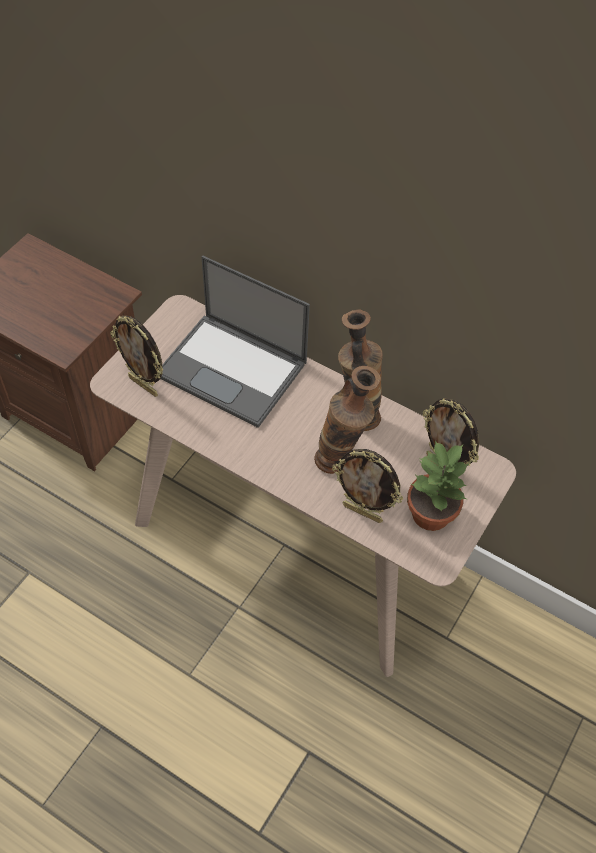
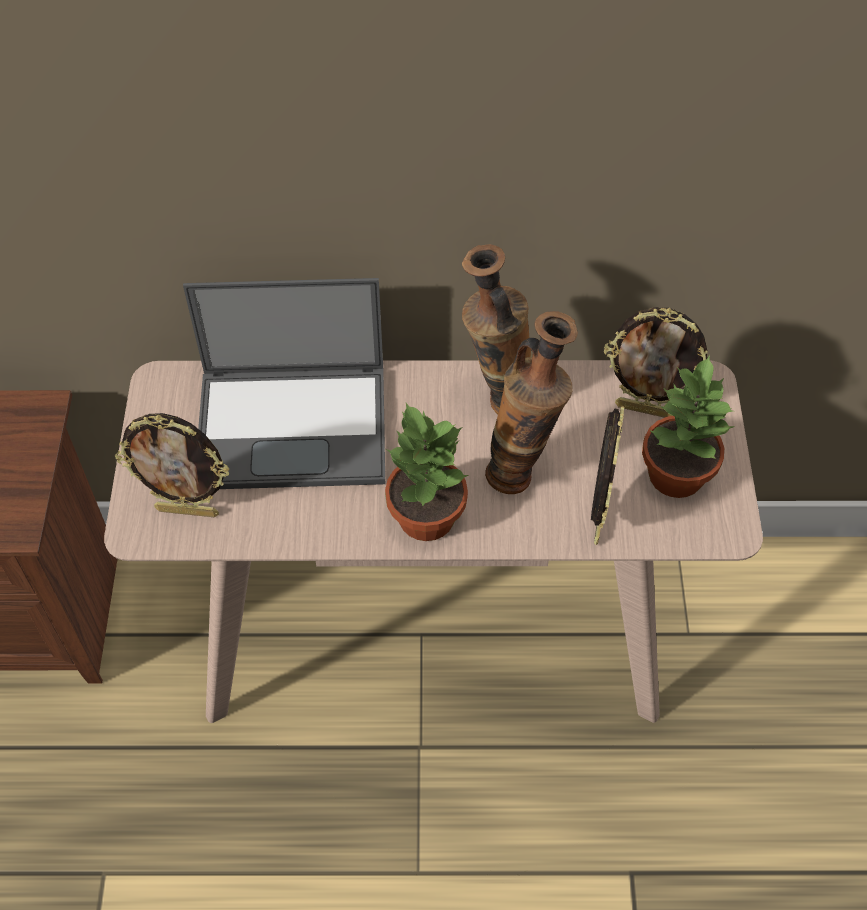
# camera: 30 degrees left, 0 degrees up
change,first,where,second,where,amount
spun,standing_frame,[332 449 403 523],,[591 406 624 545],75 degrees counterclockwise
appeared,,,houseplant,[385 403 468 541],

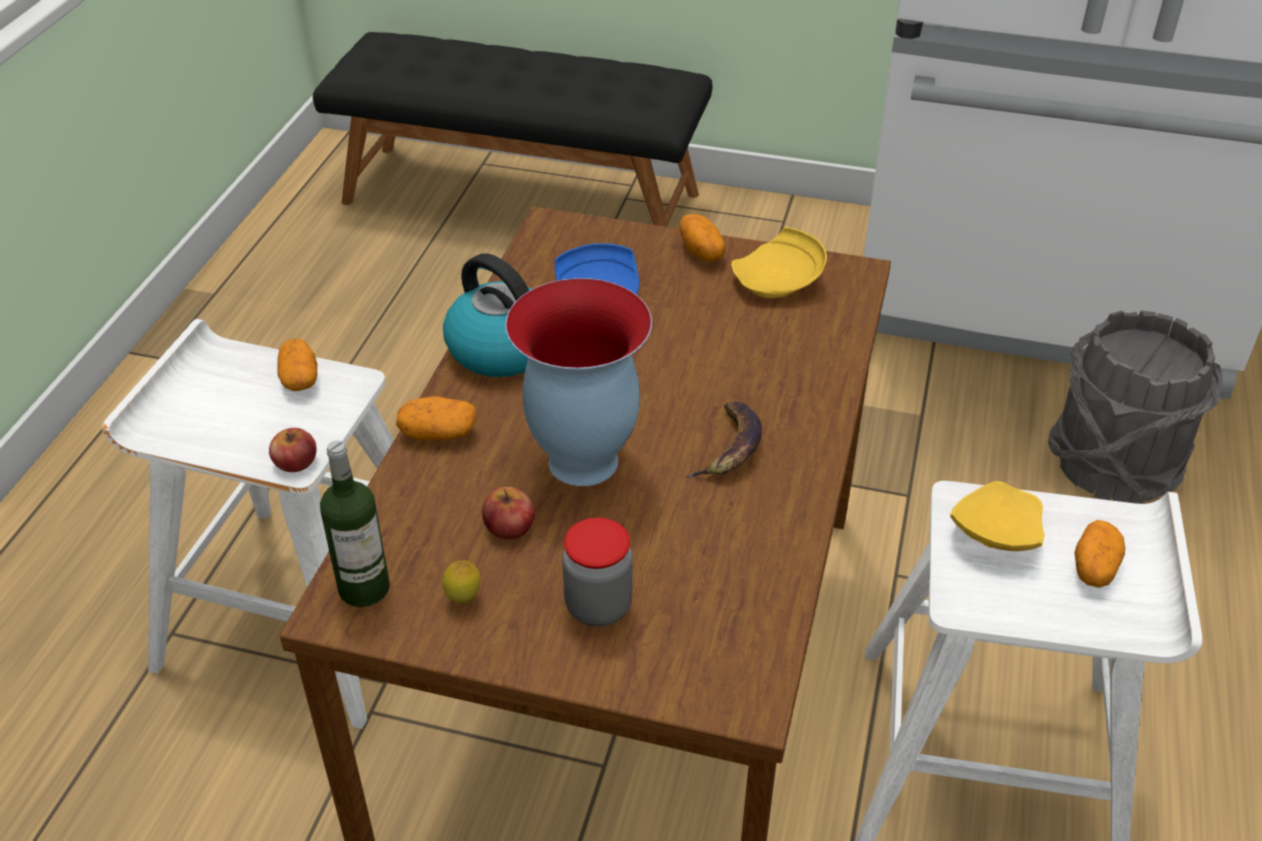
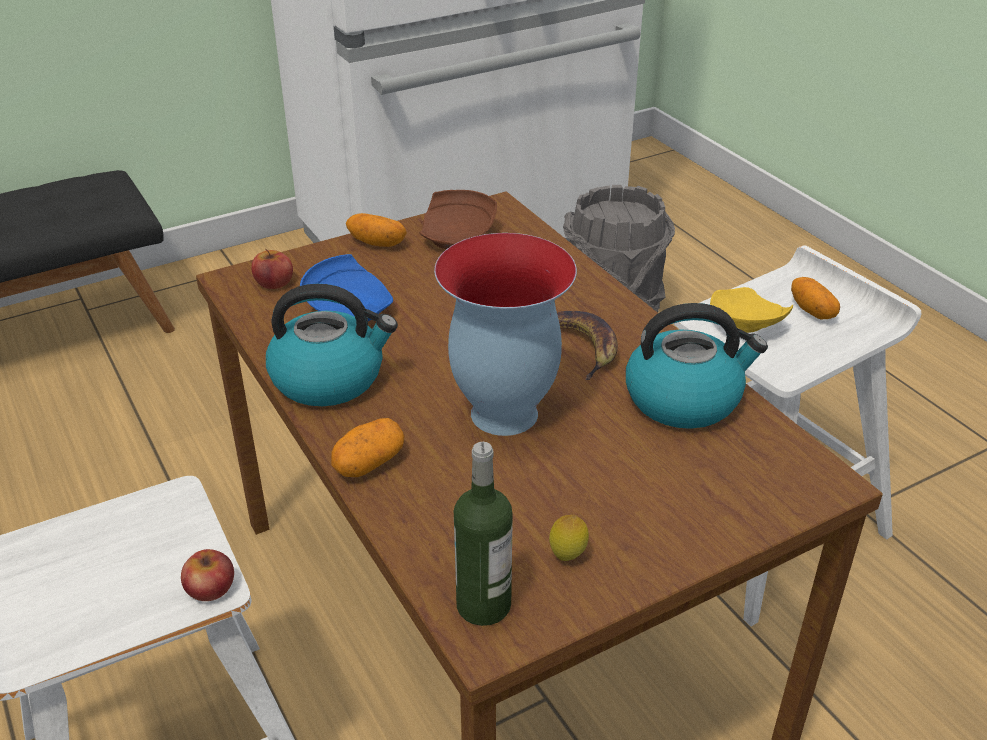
# camera: 45 degrees left, 5 degrees down
change,first,where,second,where,amount
colour,yellow-coloured_flat_dish,[731 227 827 298],brownish_flat_dish,[419 190 497 249],
missing,spud,[277 338 317 391],,,
relocated,apple,[482 487 535 539],,[251 249 293 289],
missing,jar,[562 518 633 627],,,
appeared,,,kettle,[626 303 768 429],

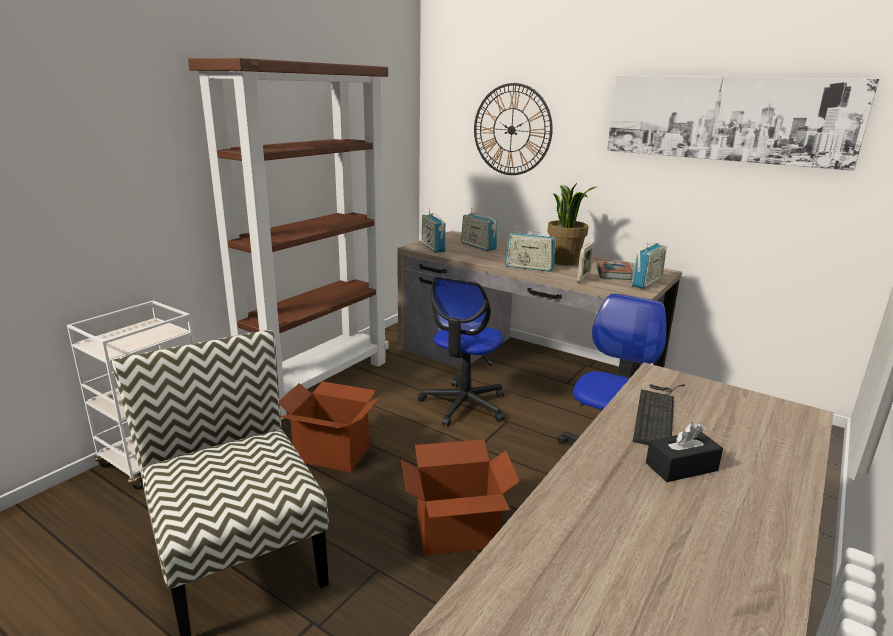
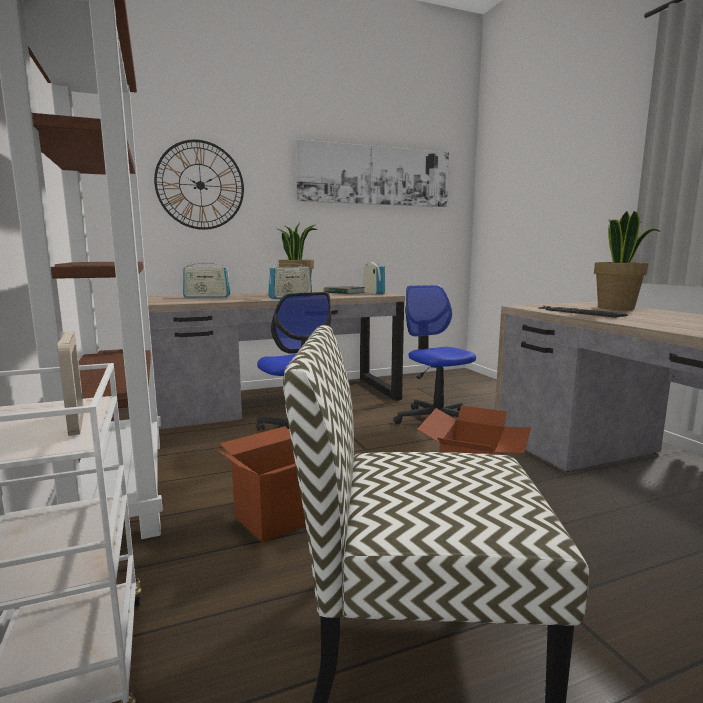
# camera: 55 degrees left, 10 degrees down
change,first,where,second,where,amount
missing,radio,[421 209 446 253],,,
relocated,standing_frame,[577 242 594 283],,[57 331 84 436],
missing,black-coloured_tissue_holder,[646 422 723 482],,,
appeared,,,houseplant,[594 211 661 310],

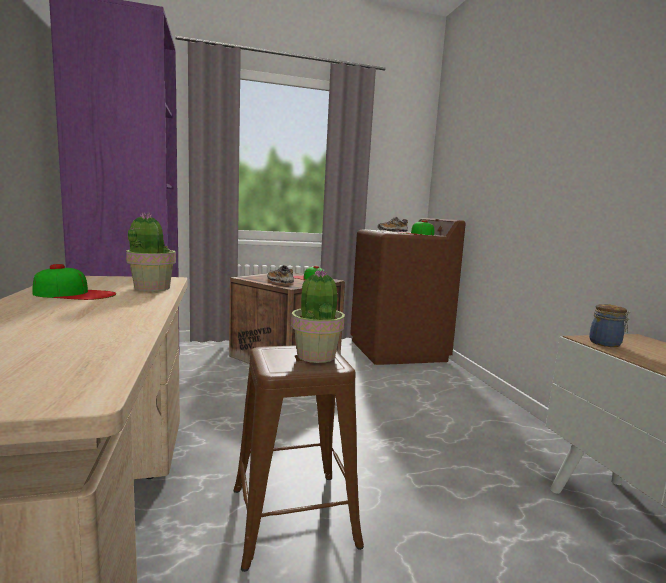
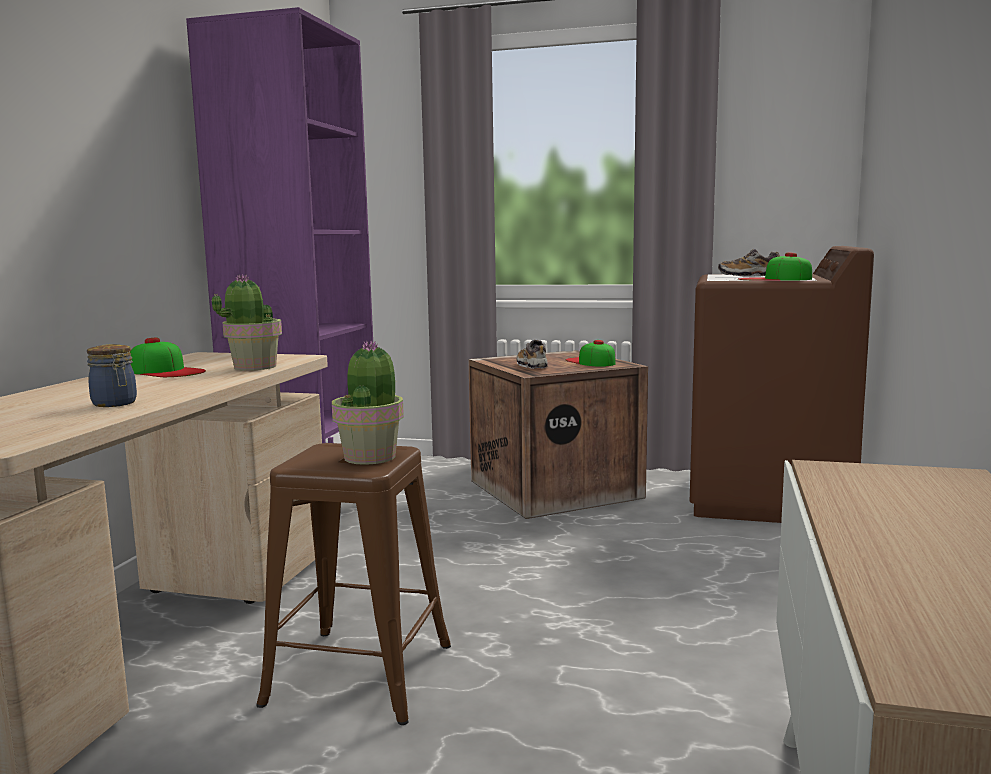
# camera: 30 degrees right, 0 degrees up
change,first,where,second,where,amount
relocated,jar,[589 304 631 347],,[87 344 137 407],

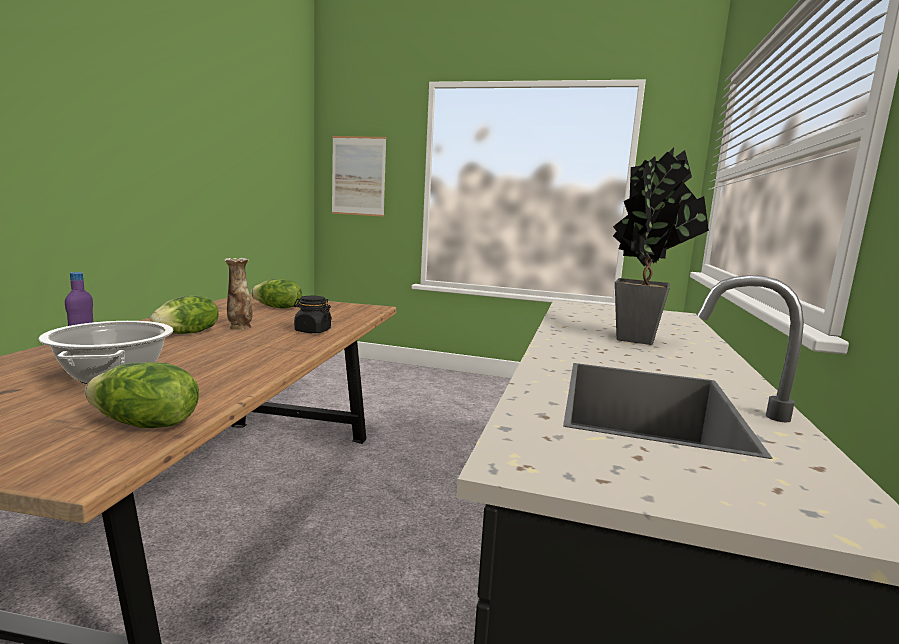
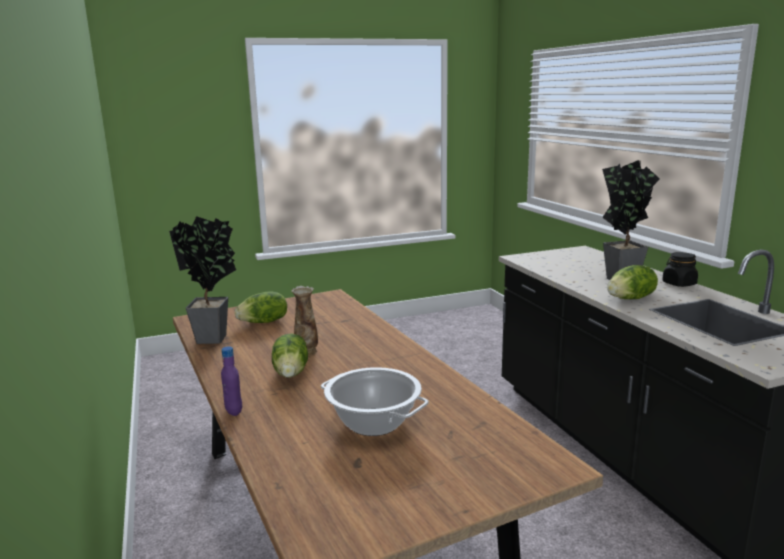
# camera: 35 degrees left, 5 degrees up
change,first,where,second,where,amount
missing,wall_picture,[332 136 386 217],,,
relocated,black-coloured_jar,[294 296 332 333],,[662 252 698 287],
relocated,head_of_lettuce,[85 362 199 428],,[607 265 658 299],
appeared,,,houseplant,[169 216 236 344],

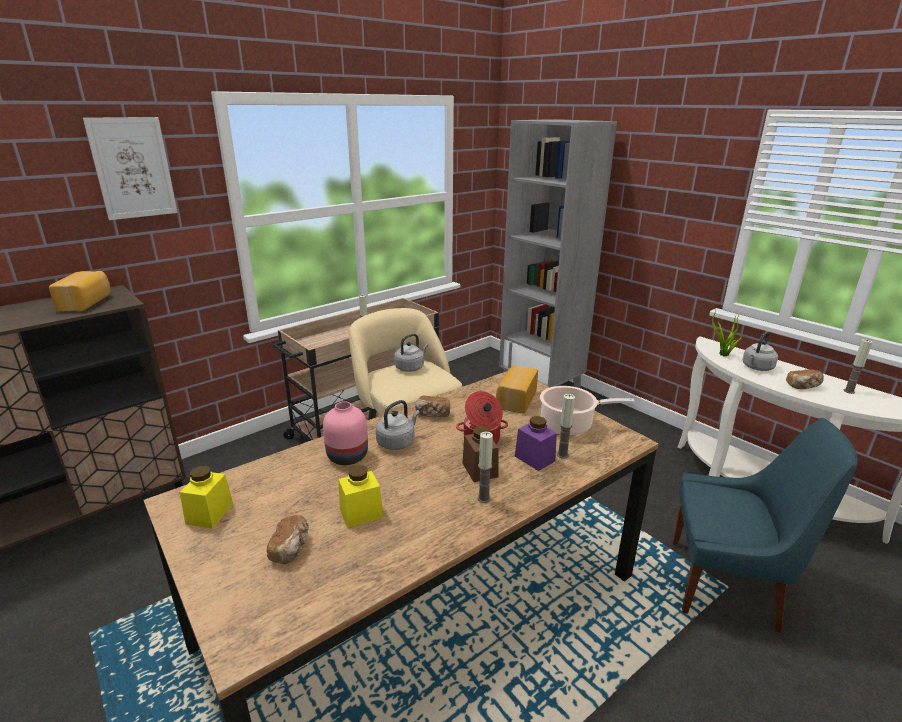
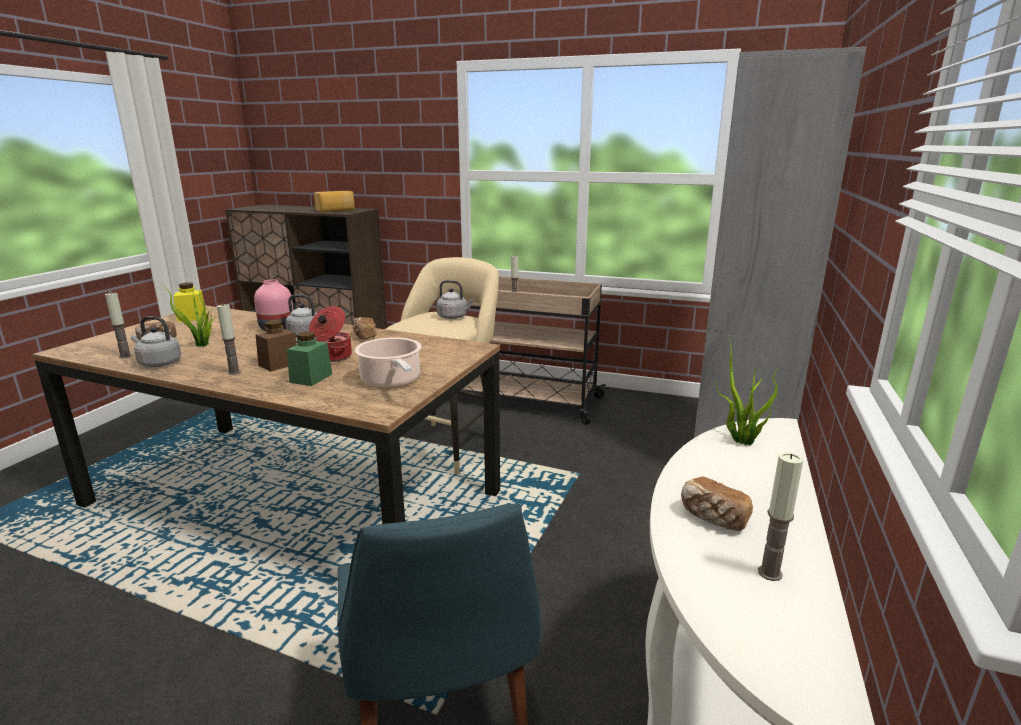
# camera: 60 degrees right, 5 degrees down
change,first,where,second,where,amount
missing,wall_picture,[83 117 178 220],,,
relocated,gray_kettle,[742 331 778 371],,[131 316 181 367],
missing,bread,[496 365 538 413],,,
relocated,wax_candle,[557 394 575 459],,[105 292 132 358],
colour,purple_jar,[515 416 557 471],green_jar,[287 331 332 386],
exchanged,yellow-coloured_jar,[339 465 384 528],houseplant,[163 286 216 347],

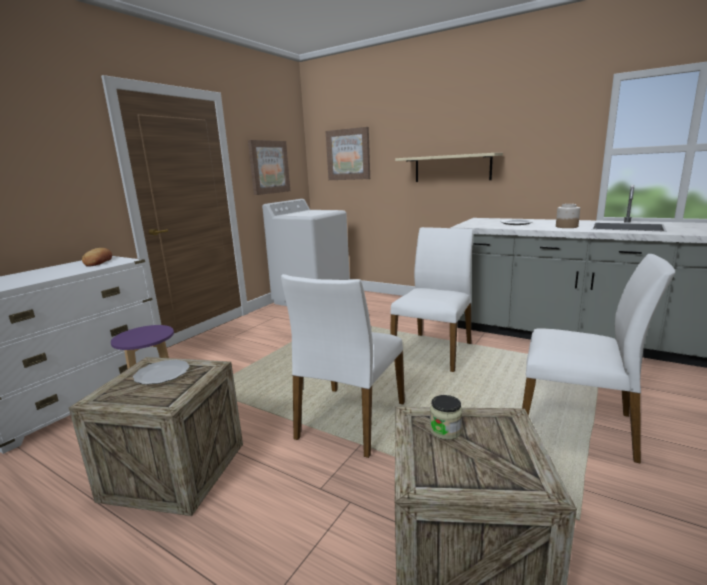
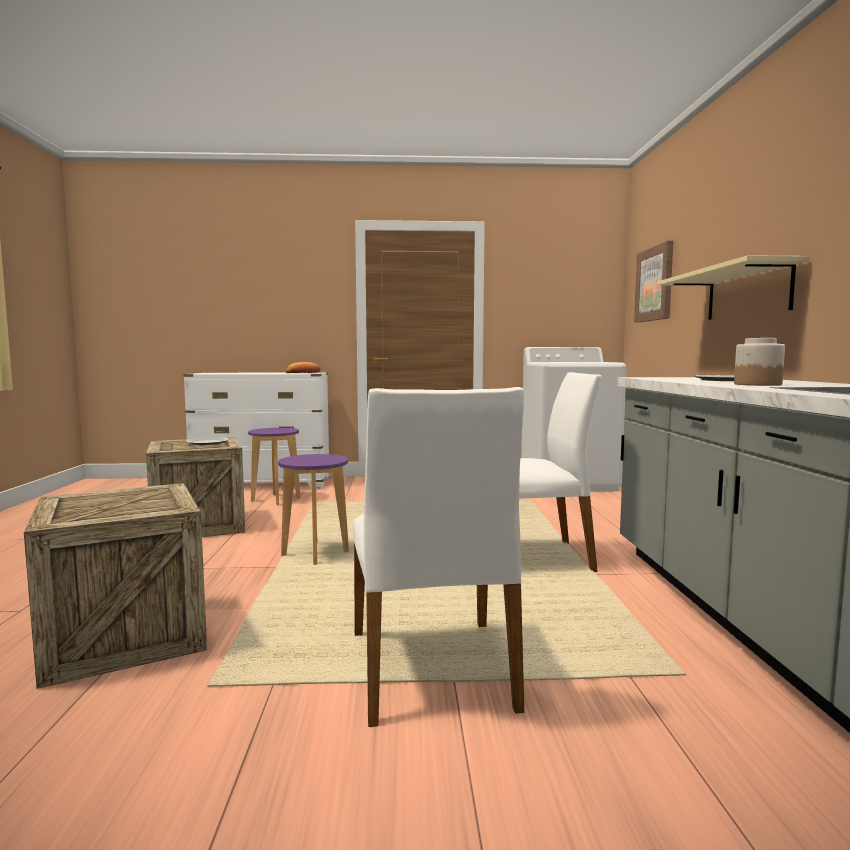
# camera: 55 degrees right, 10 degrees down
change,first,where,second,where,amount
missing,wall_picture,[248 140 290 195],,,
exchanged,white_upright_chair,[281 274 405 458],purple_sitting_stool,[278 454 349 565],
missing,jar,[430 395 462 440],,,

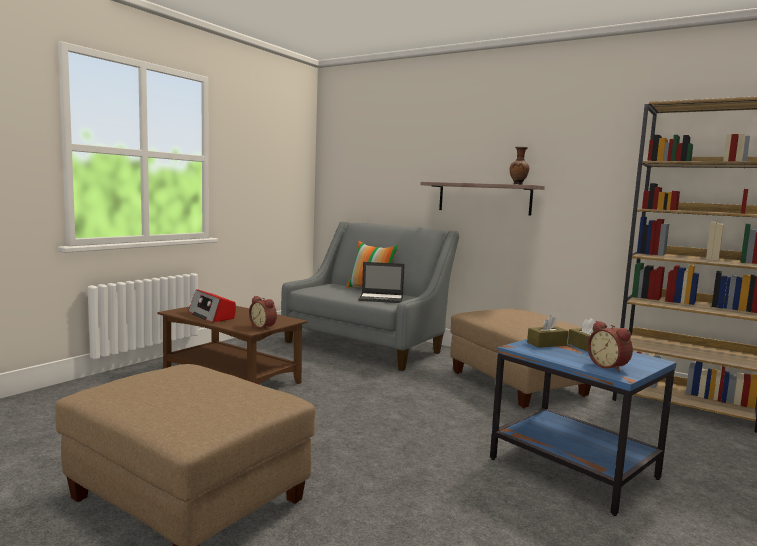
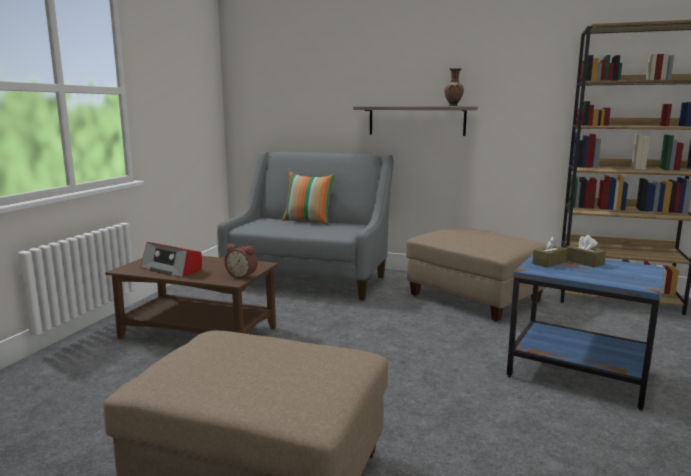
# camera: 15 degrees left, 5 degrees up
change,first,where,second,where,amount
missing,notebook_computer,[359 262 405 303],,,
missing,bedside_clock,[587 321 633 372],,,

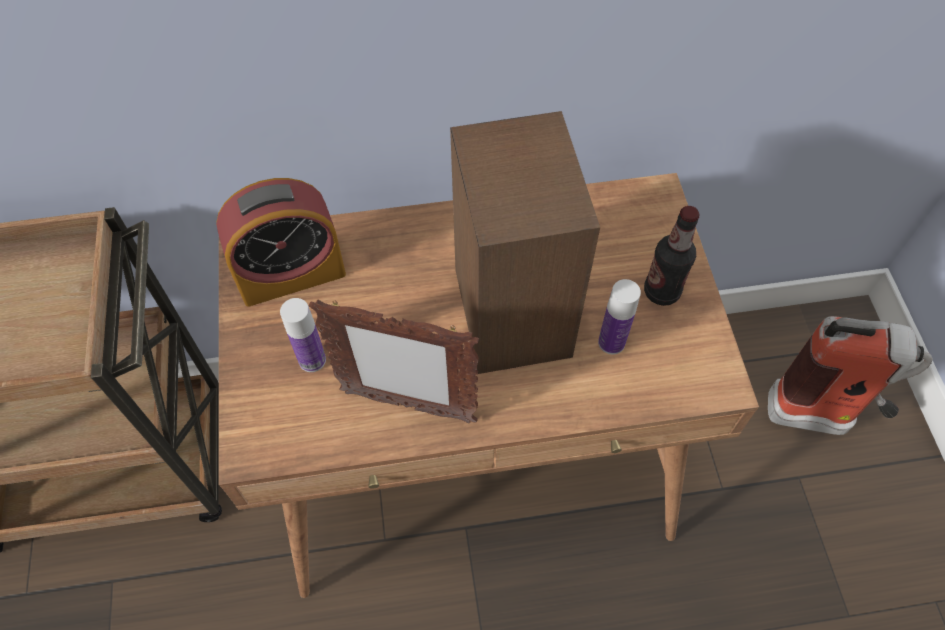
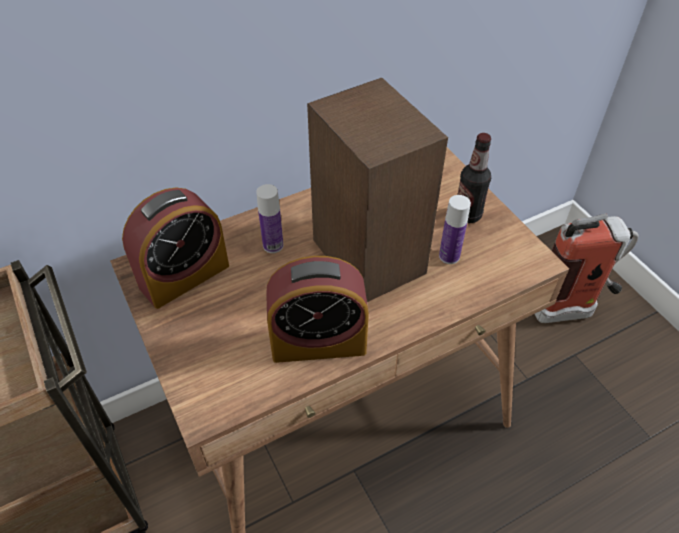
# camera: 20 degrees left, 10 degrees down
change,first,where,second,where,amount
relocated,beverage_bottle,[280 298 326 372],,[256 184 283 253],
exchanged,standing_frame,[309 299 479 423],bedside_clock,[266 256 369 363],

